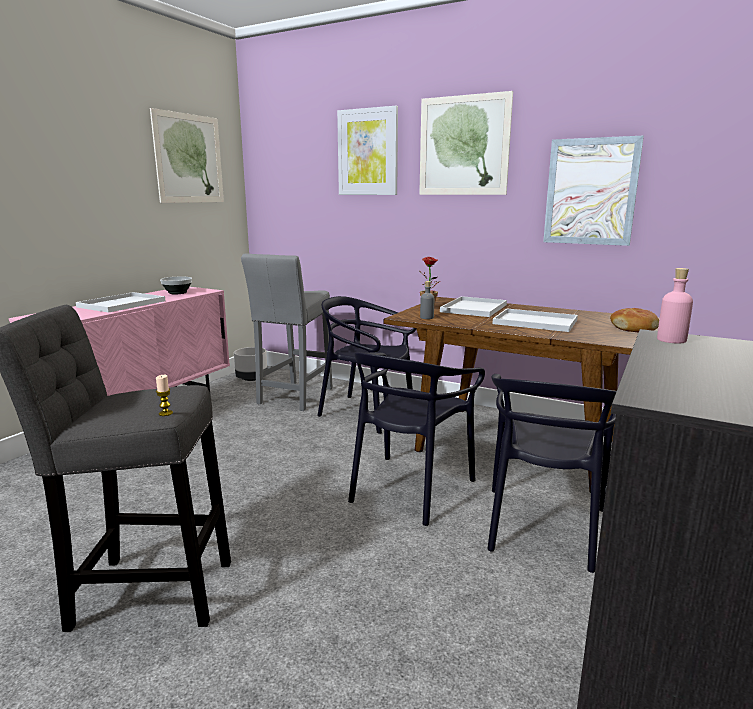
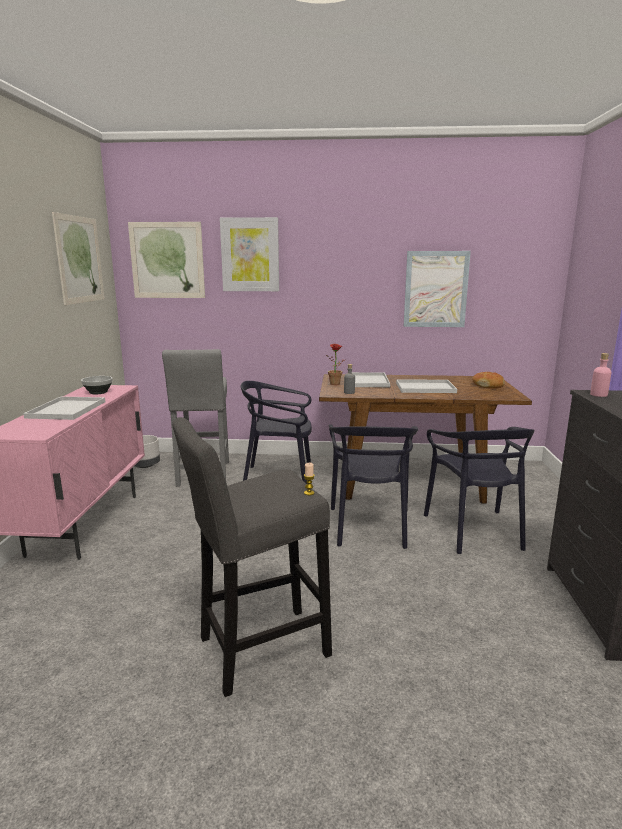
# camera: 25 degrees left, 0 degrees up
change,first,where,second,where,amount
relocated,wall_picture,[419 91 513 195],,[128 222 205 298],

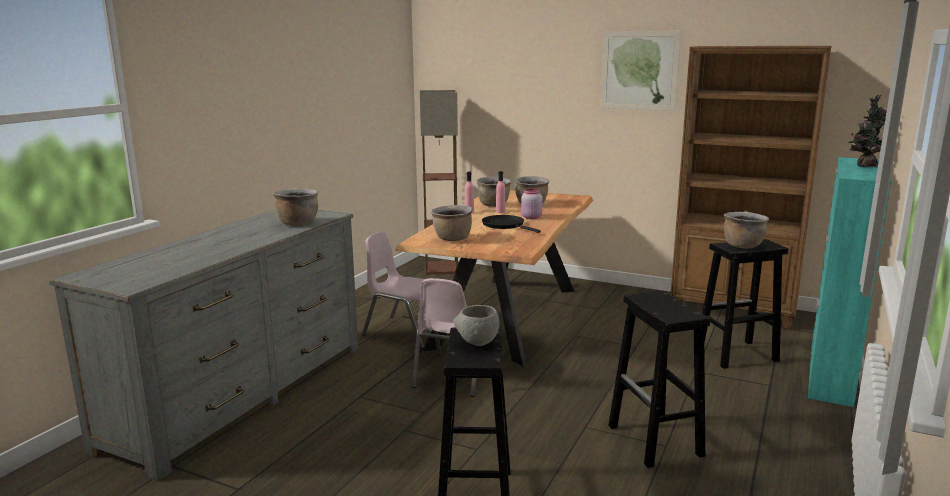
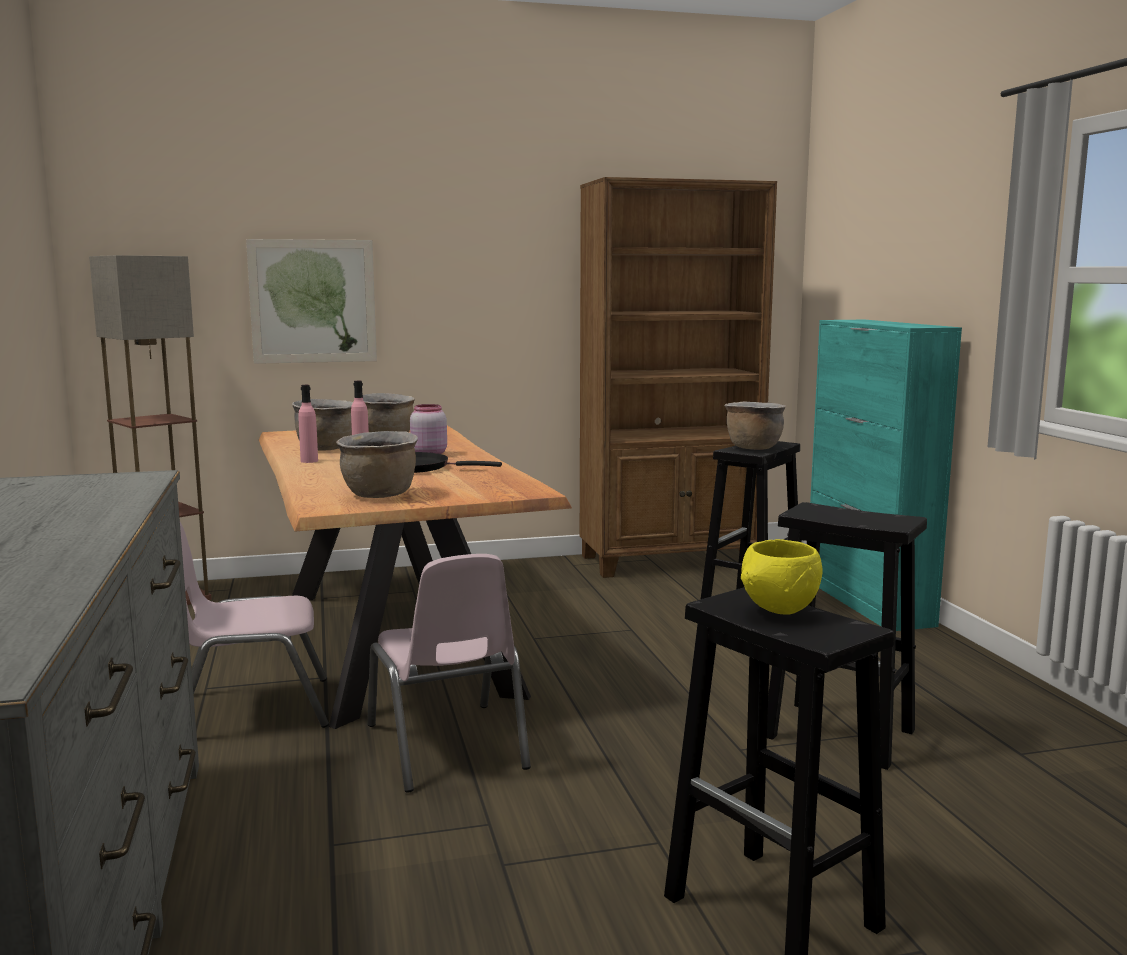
# camera: 40 degrees left, 5 degrees down
change,first,where,second,where,amount
relocated,wall_picture,[601 31 681 111],,[246 239 377 364],
missing,houseplant,[848 95 887 167],,,
missing,brownish_cooking_pot,[273 188 319 226],,,
colour,gray_bowl,[453 305 500 346],yellow-coloured_bowl,[741 539 822 614],

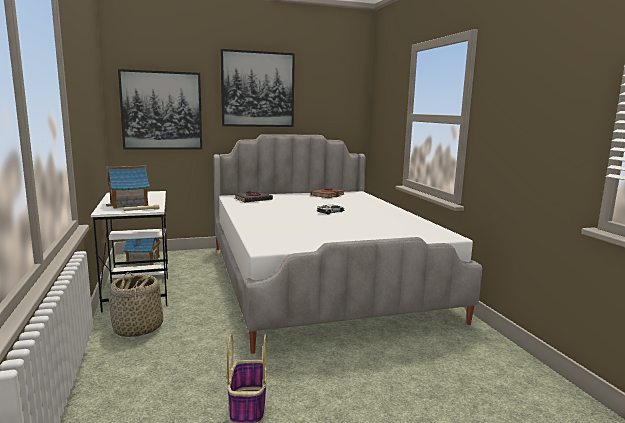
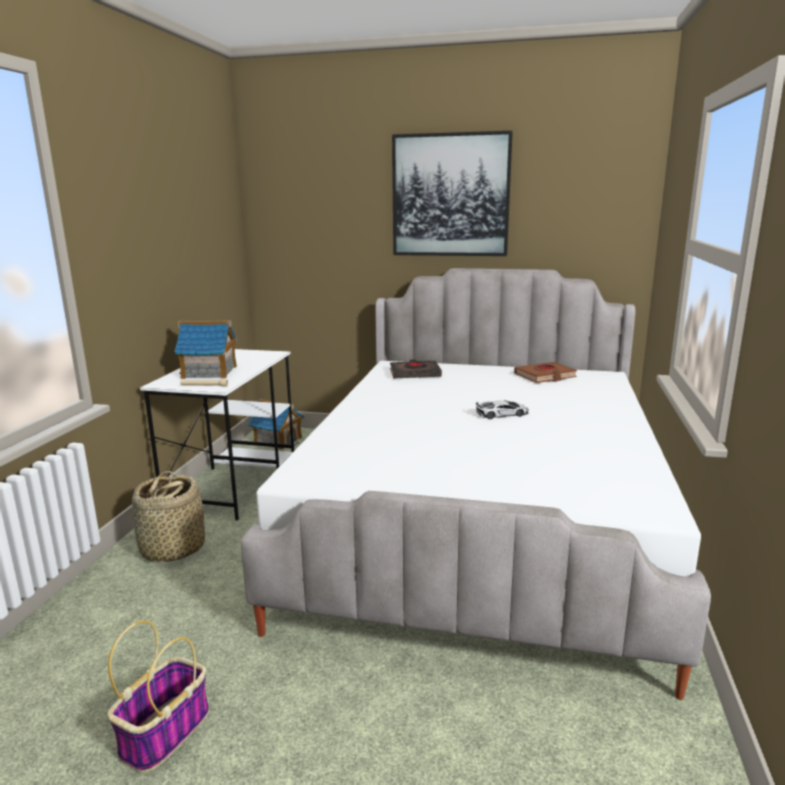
# camera: 30 degrees right, 5 degrees up
change,first,where,second,where,amount
missing,wall_picture,[118 69 202 150],,,

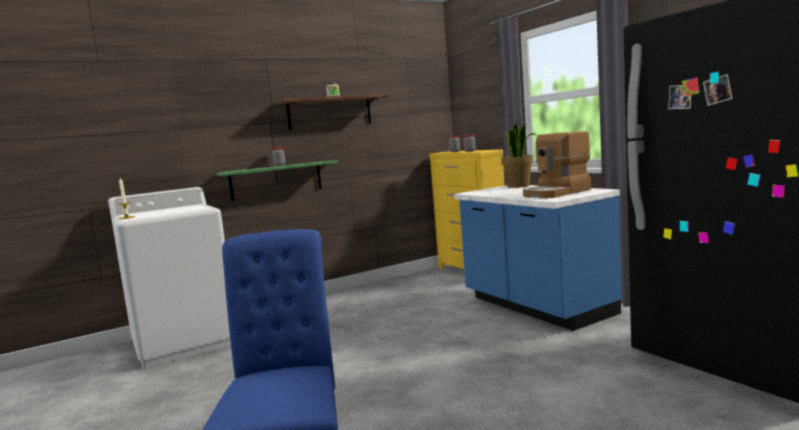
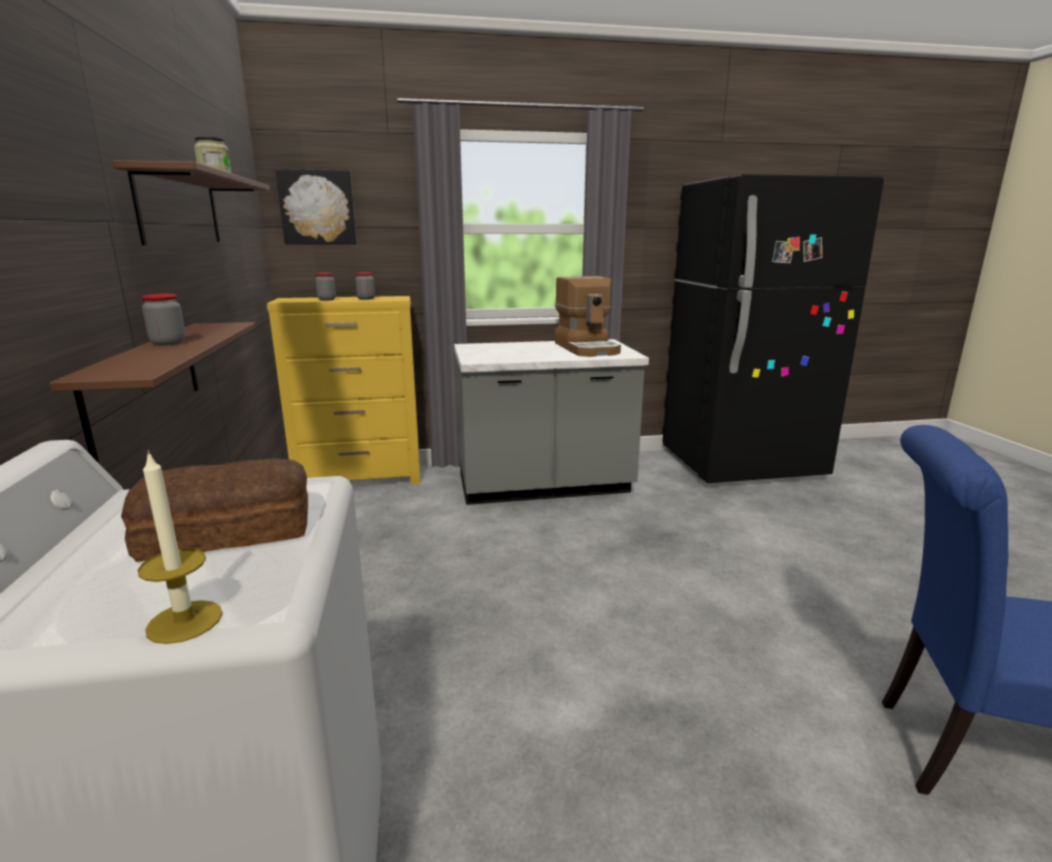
# camera: 70 degrees left, 10 degrees up
change,first,where,second,where,amount
missing,houseplant,[501 123 536 188],,,
colour,green_shelf,[216 161 338 201],brownish_shelf,[49 322 256 462],
colour,bluish_counter,[454 185 622 331],gray_counter,[454 339 649 505],
appeared,,,wall_picture,[276 169 357 244],
appeared,,,bread,[121 458 308 562],

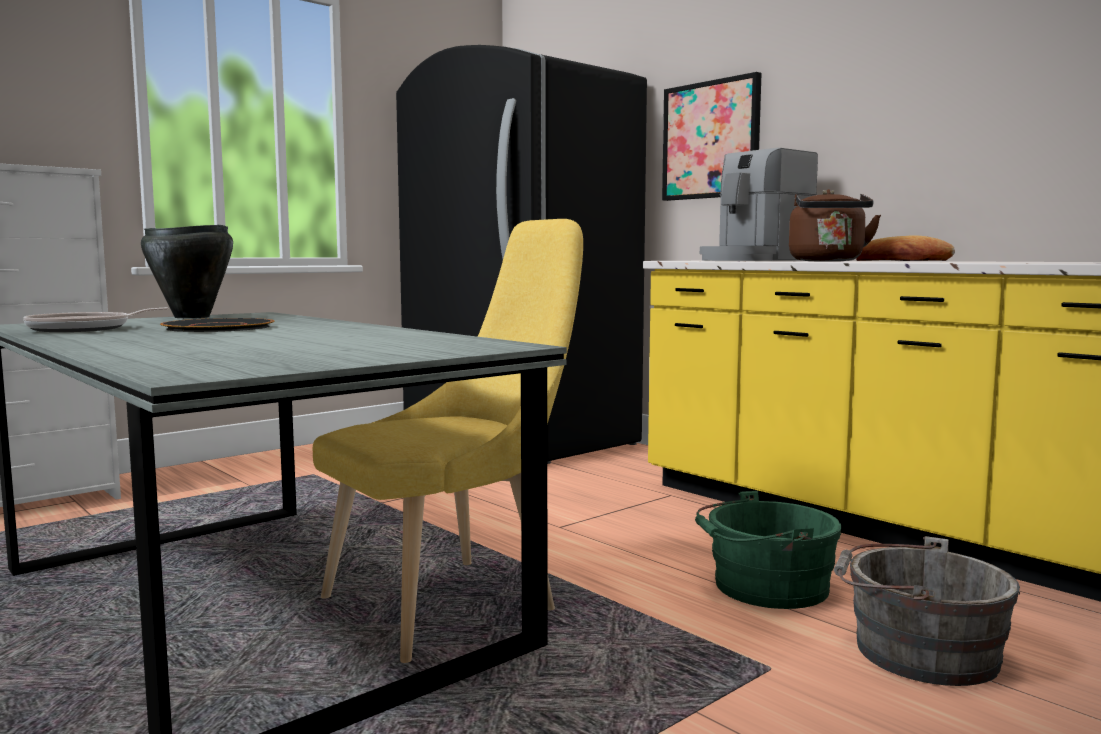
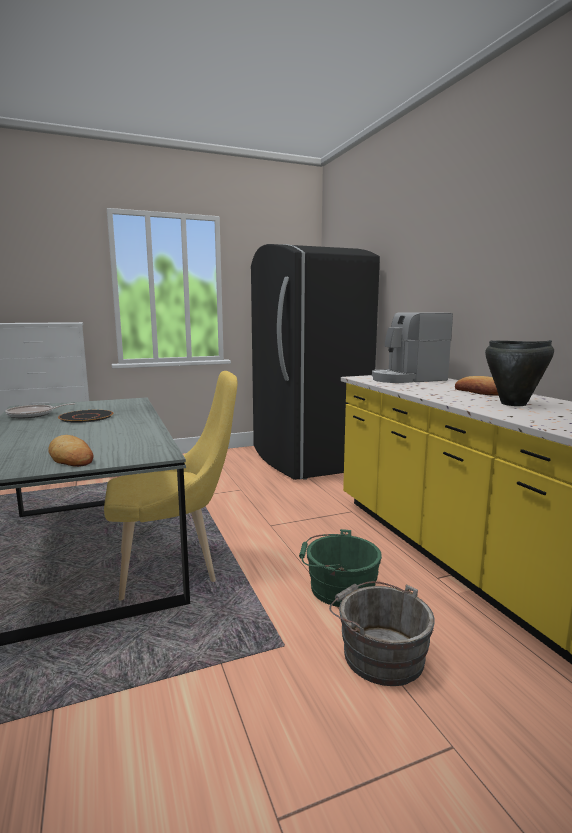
# camera: 20 degrees right, 5 degrees up
change,first,where,second,where,amount
missing,wall_picture,[662 72 762 201],,,
missing,brownish_kettle,[789 189 881 261],,,
relocated,black-coloured_cooking_pot,[141 225 233 318],,[485 340 554 406],
appeared,,,bread,[48 435 93 467],

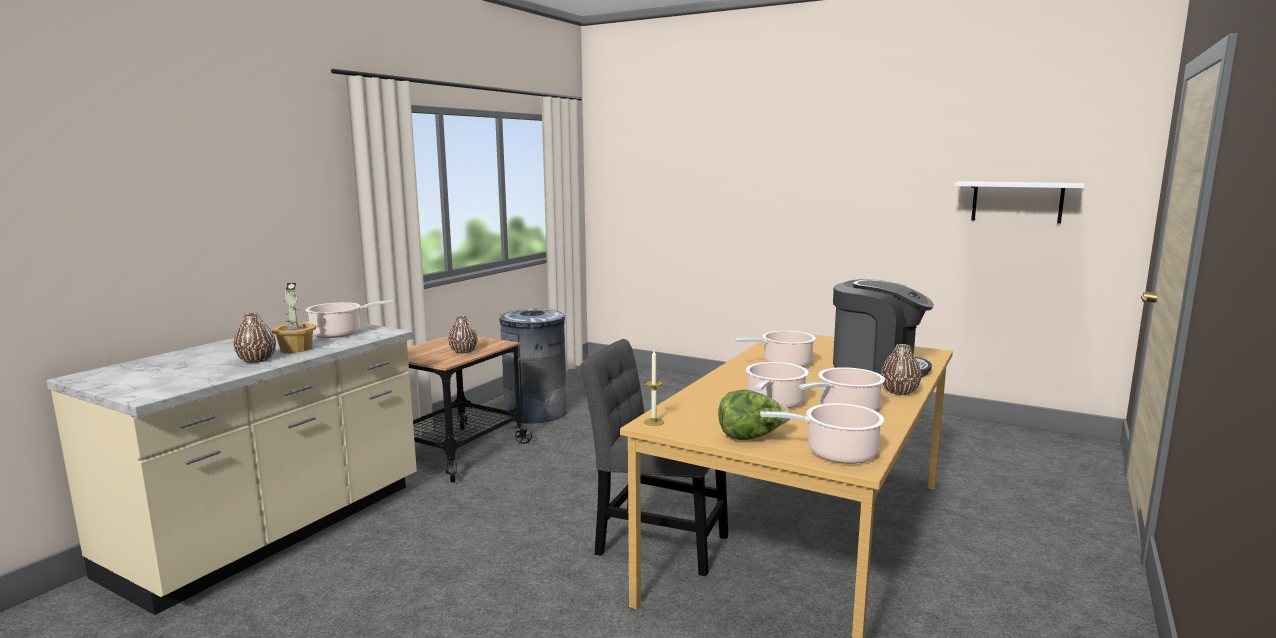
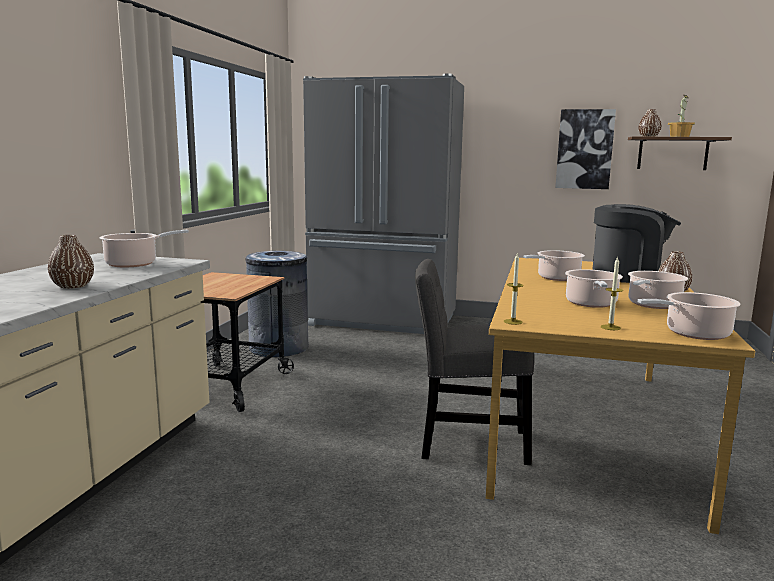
# camera: 15 degrees left, 0 degrees up
change,first,where,second,where,amount
colour,white_shelf,[954 181 1085 224],brownish_shelf,[628 136 732 170],
relocated,houseplant,[272 283 316 353],,[668 95 695 137],
relocated,brownish_decorative_vase,[448 316 478 353],,[639 109 662 137],
exchanged,head_of_lettuce,[718 390 792 440],wax_candle,[600 257 623 330],
appeared,,,gray_fridge,[303 73 464 334],
appeared,,,wall_picture,[555 109 616 189],

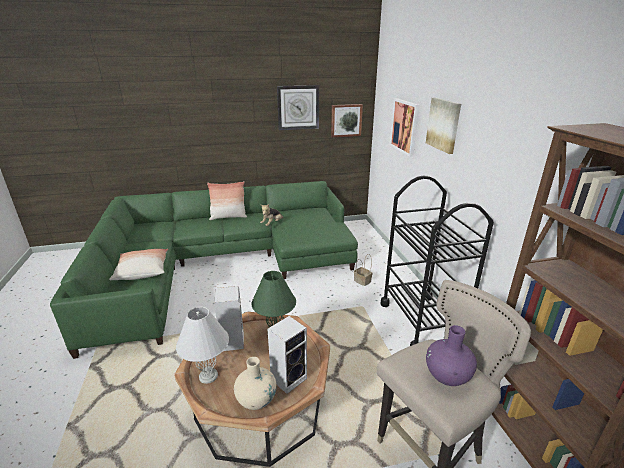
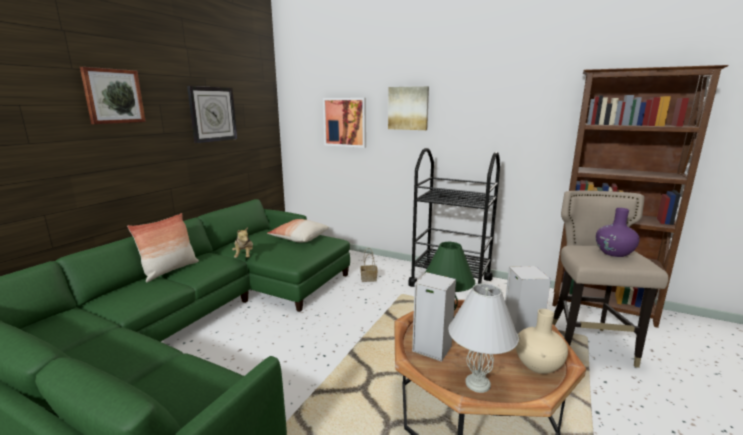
# camera: 50 degrees left, 10 degrees down
change,first,where,second,where,amount
relocated,wall_picture,[331 104 363 137],,[80 67 146 124],
relocated,pillow,[109 249 168 280],,[267 219 329 242],

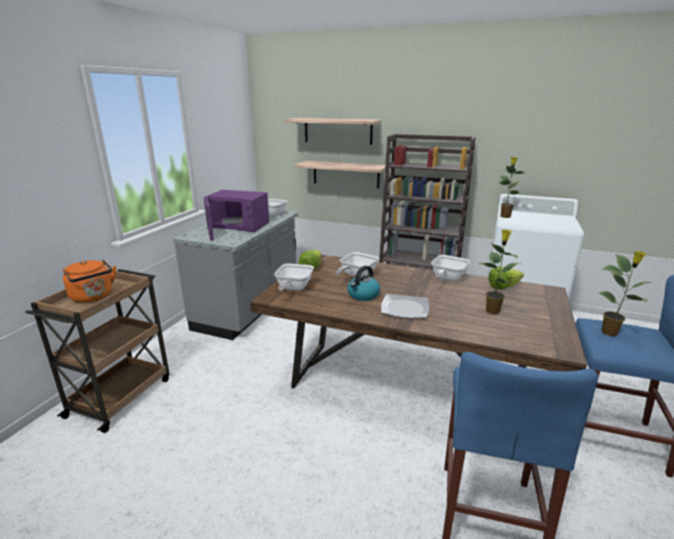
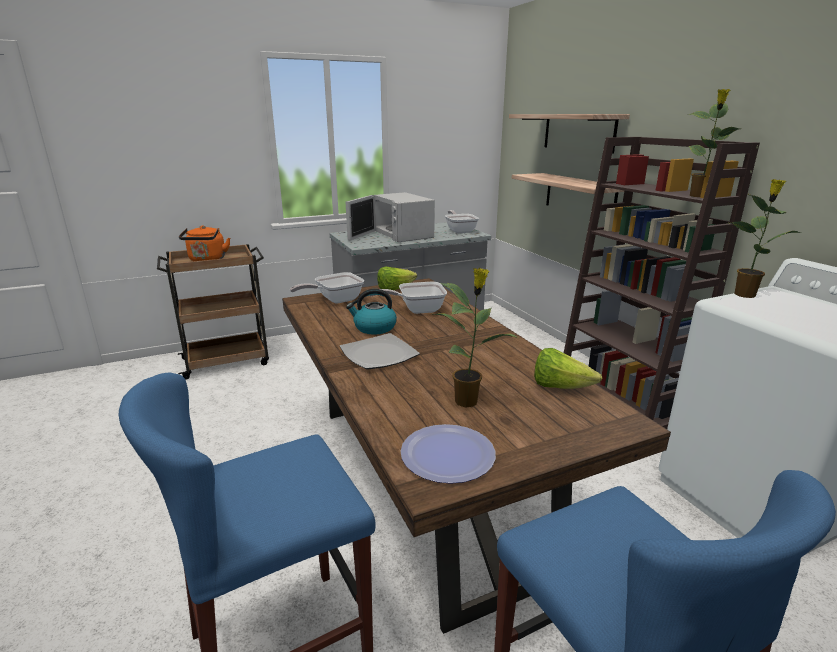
# camera: 45 degrees right, 0 degrees up
change,first,where,second,where,amount
colour,purple_microwave_oven,[204 190 269 240],white_microwave_oven,[346 192 435 242],
relocated,houseplant,[598 251 650 336],,[689 89 740 197],
missing,frying_pan,[431 255 470 281],,,
appeared,,,flat_dish,[401 424 496 484],

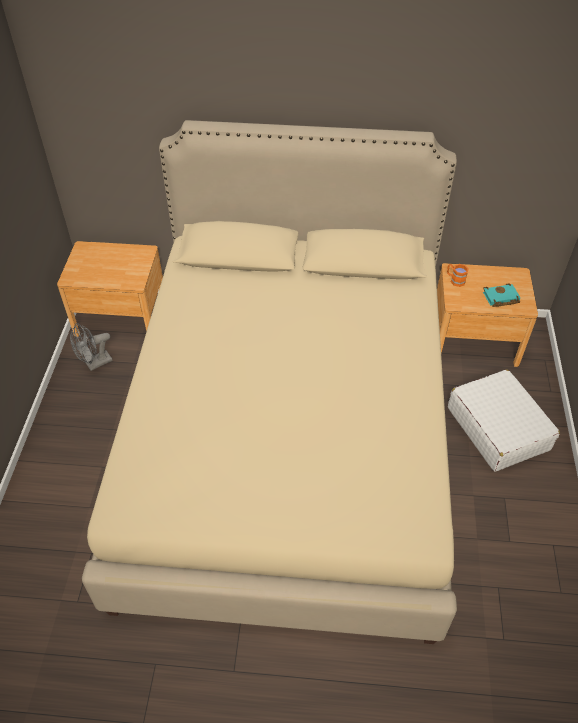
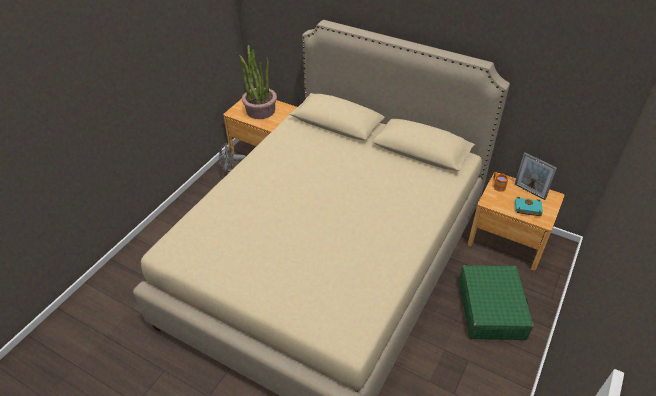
# camera: 25 degrees right, 5 degrees down
change,first,where,second,where,amount
colour,white_suitcase,[448 369 560 472],green_suitcase,[459 265 534 340],
appeared,,,houseplant,[240 45 277 119],
appeared,,,standing_frame,[514 153 557 200],

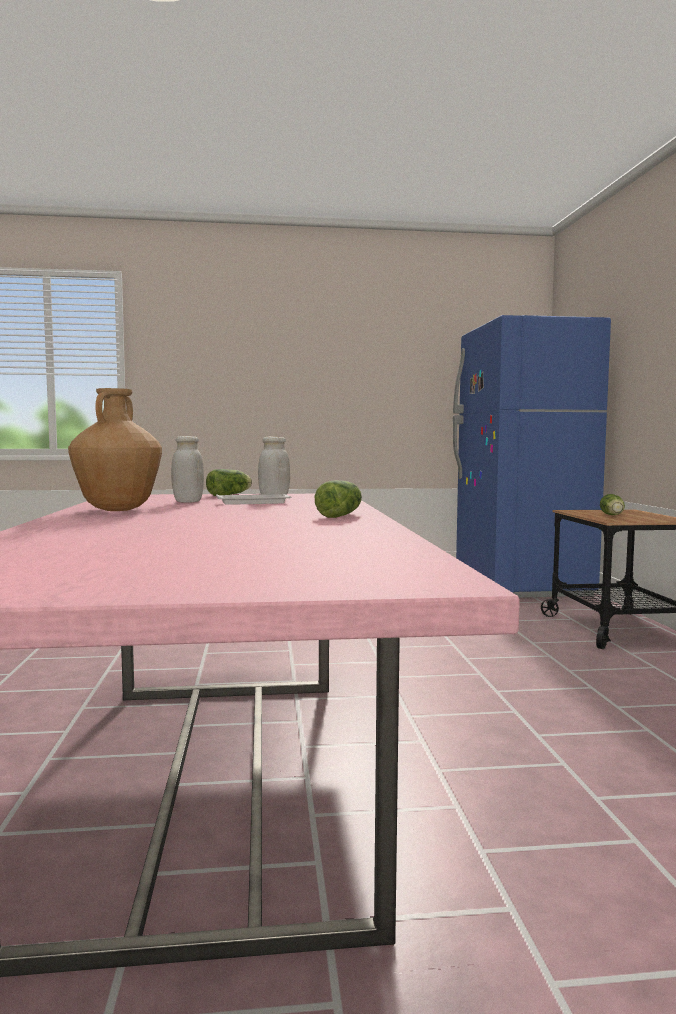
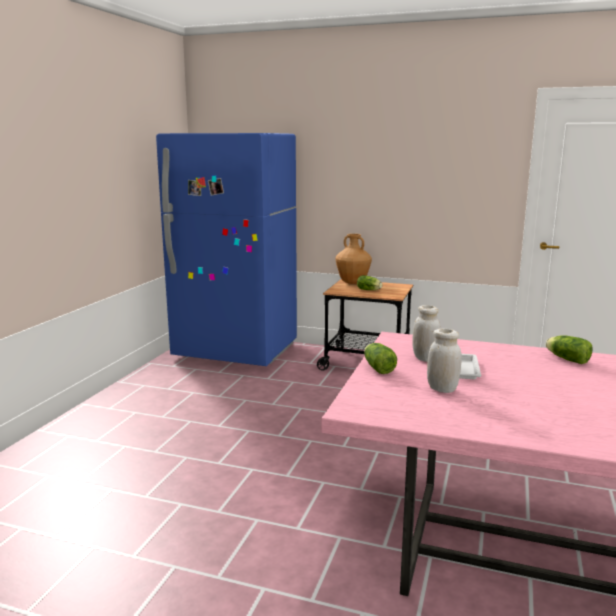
# camera: 65 degrees left, 10 degrees up
change,first,where,second,where,amount
relocated,brownish_decorative_vase,[68 388 162 511],,[335 234 372 284],

